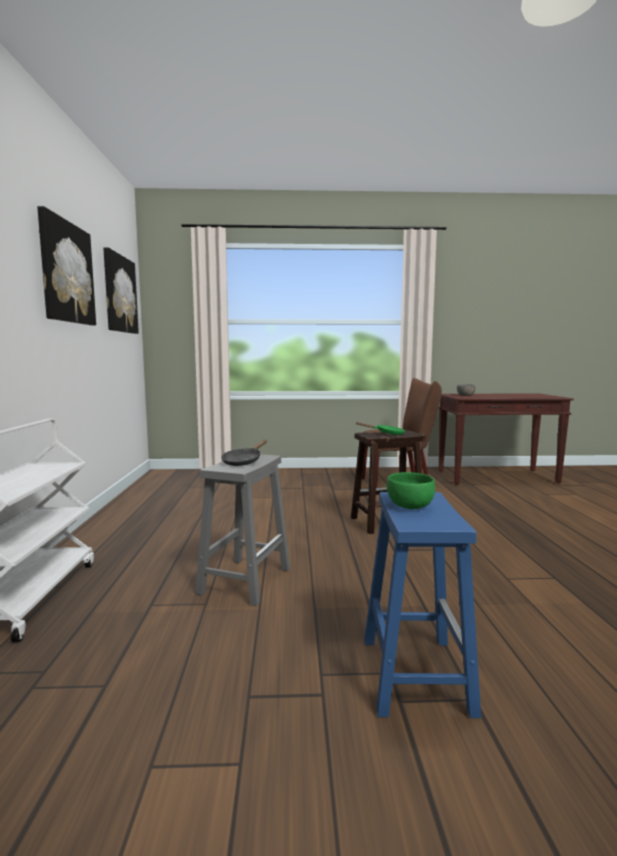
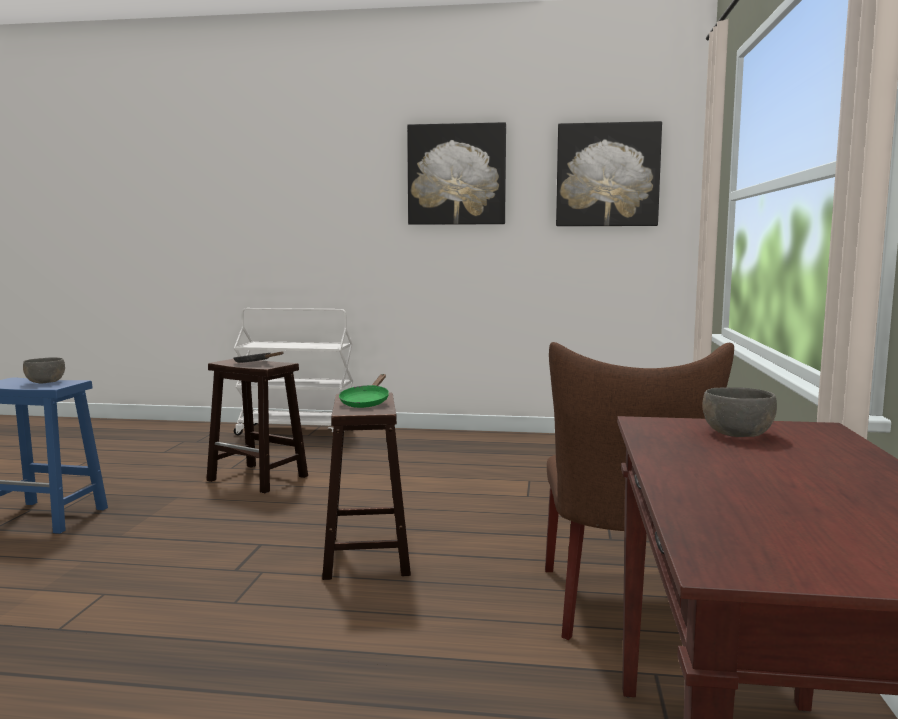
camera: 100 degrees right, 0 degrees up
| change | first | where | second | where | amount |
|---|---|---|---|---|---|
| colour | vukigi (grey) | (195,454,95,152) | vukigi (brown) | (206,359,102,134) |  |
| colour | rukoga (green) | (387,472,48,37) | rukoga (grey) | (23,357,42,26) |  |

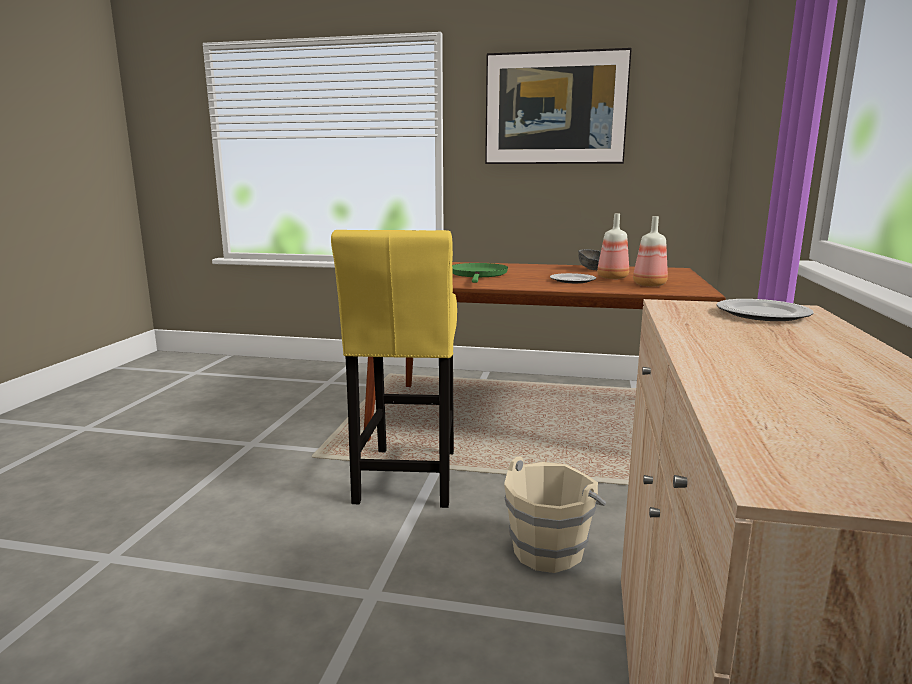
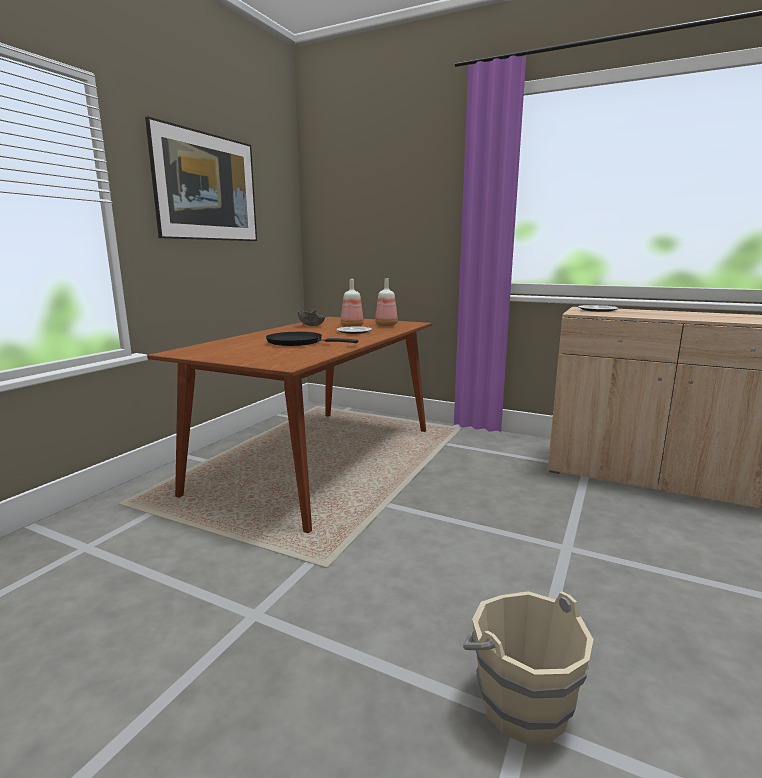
camera: 75 degrees left, 0 degrees up
| change | first | where | second | where | amount |
|---|---|---|---|---|---|
| missing | vukigi (yellow) | (331,230,126,278) |  |  |  |
| colour | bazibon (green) | (452,263,56,20) | bazibon (black) | (266,332,92,14) |  |
| relocated | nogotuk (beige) | (504,456,102,117) |  | (463,591,131,153) |  |

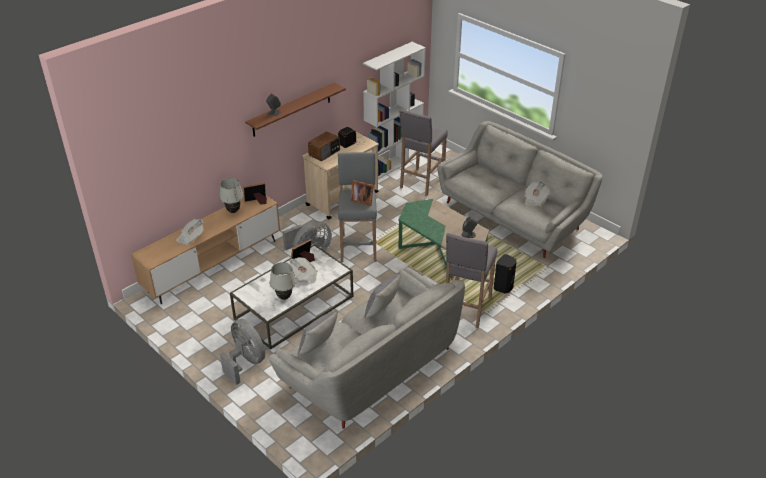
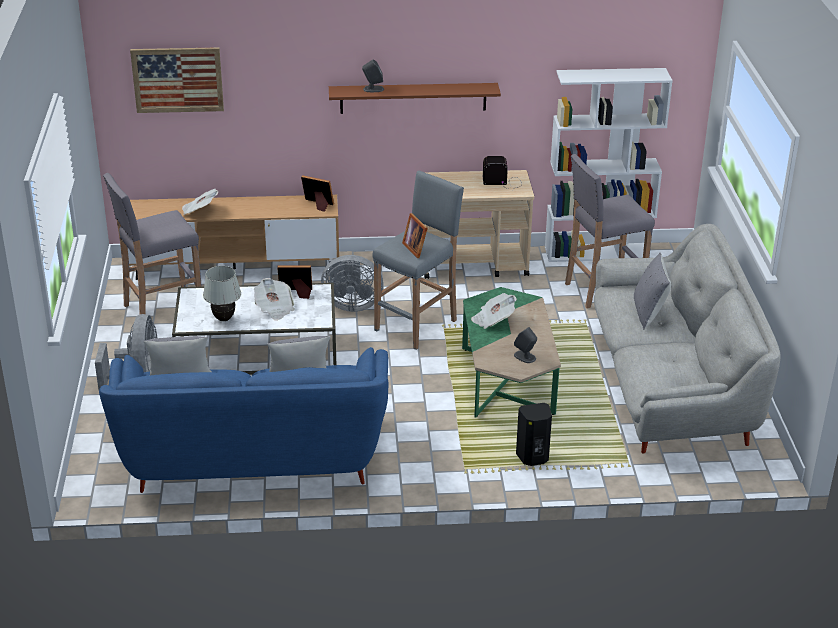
camera: 40 degrees right, 5 degrees down
| change | first | where | second | where | amount |
|---|---|---|---|---|---|
| missing | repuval | (308,131,32,30) |  |  |  |
| missing | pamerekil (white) | (219,178,25,35) |  |  |  |
| relocated | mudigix | (524,181,26,25) |  | (471,293,46,36) |  |
| relocated | vukigi (grey) | (446,233,52,95) |  | (103,173,99,142) |  |
| colour | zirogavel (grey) | (268,267,197,162) | zirogavel (blue) | (99,347,290,146) |  |
| appeared |  |  | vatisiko | (130,47,94,66) |  |
| appeared |  |  | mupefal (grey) | (634,253,37,77) |  |

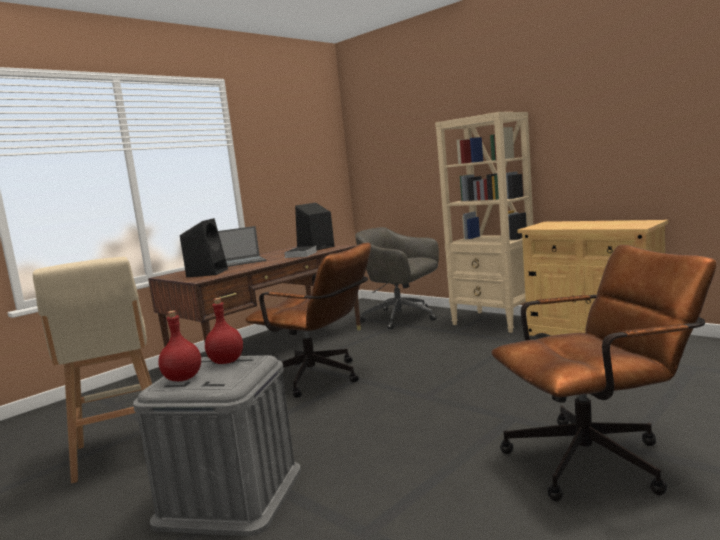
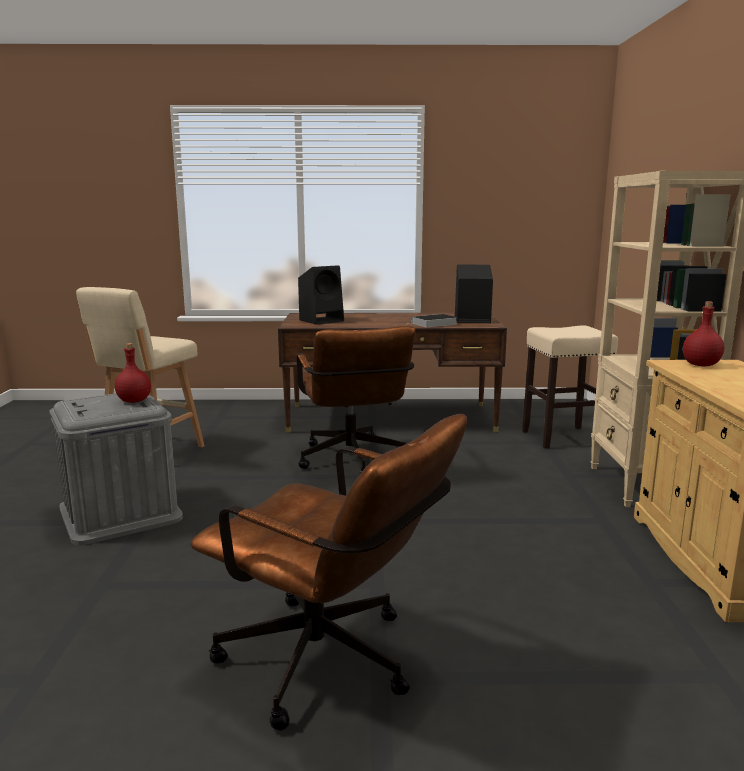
camera: 45 degrees right, 5 degrees up
| change | first | where | second | where | amount |
|---|---|---|---|---|---|
| missing | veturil | (218,226,48,41) |  |  |  |
| exchanged | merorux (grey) | (355,227,84,102) | vukigi (beige) | (522,326,96,123) |  |
| relocated | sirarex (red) | (158,311,43,70) |  | (683,301,41,65) |  |

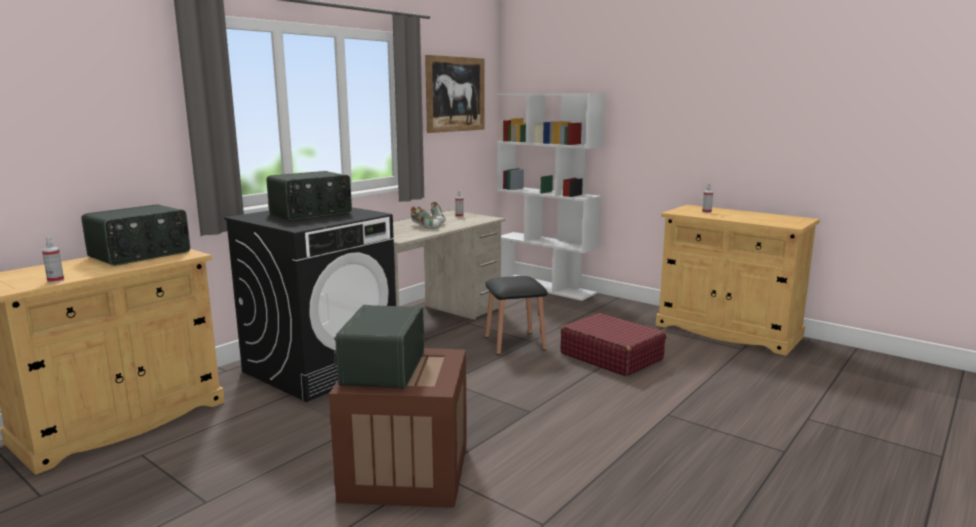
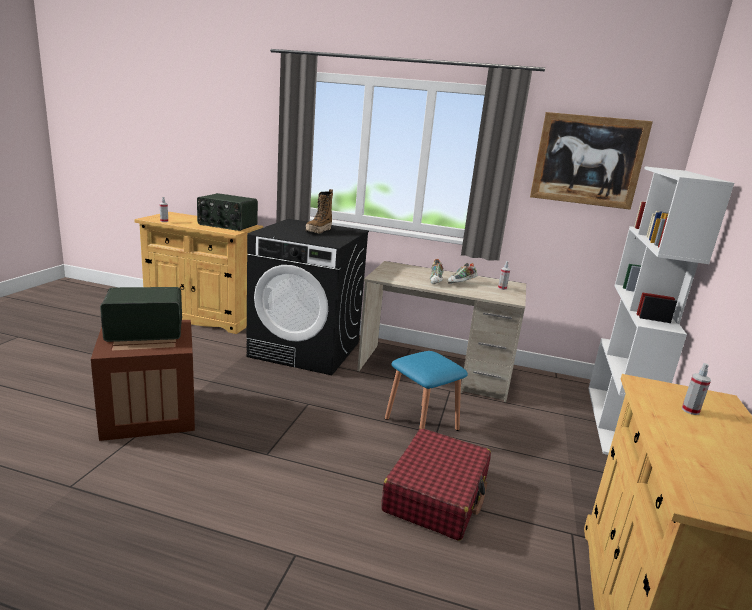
camera: 65 degrees right, 5 degrees up
| change | first | where | second | where | amount |
|---|---|---|---|---|---|
| exchanged | repuval | (267,171,85,49) | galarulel | (306,189,27,45) |  |
| colour | vukigi (black) | (485,276,62,79) | vukigi (blue) | (385,351,83,80) |  |

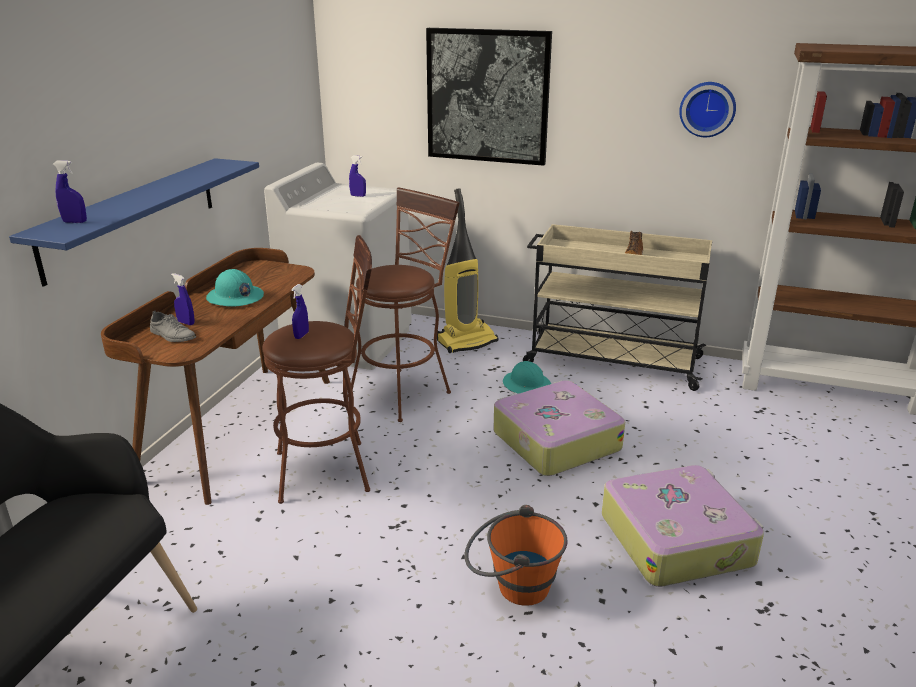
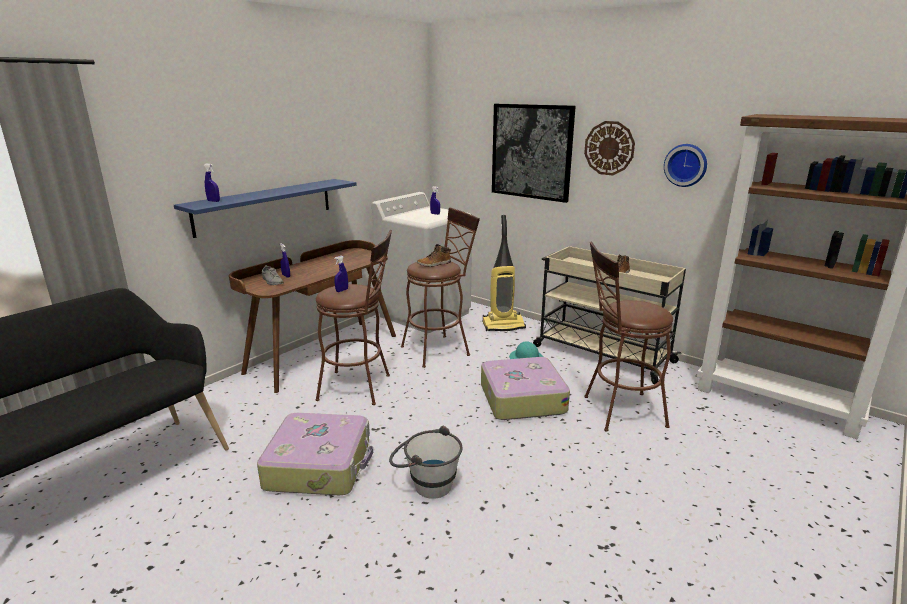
camera: 20 degrees right, 5 degrees down
| change | first | where | second | where | amount |
|---|---|---|---|---|---|
| missing | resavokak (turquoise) | (206,269,58,38) |  |  |  |
| relocated | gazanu | (602,465,162,122) |  | (257,413,116,82) |  |
| colour | nogotuk (orange) | (464,505,104,101) | nogotuk (white) | (389,426,73,73) |  |
| appeared |  |  | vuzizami | (584,121,51,54) |  |
| appeared |  |  | vukigi (brown) | (584,242,89,190) |  |
| appeared |  |  | galarulel | (417,244,34,23) |  |

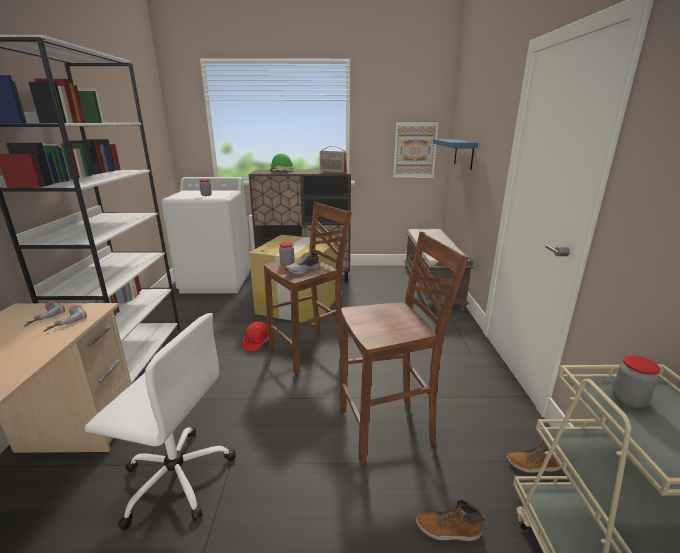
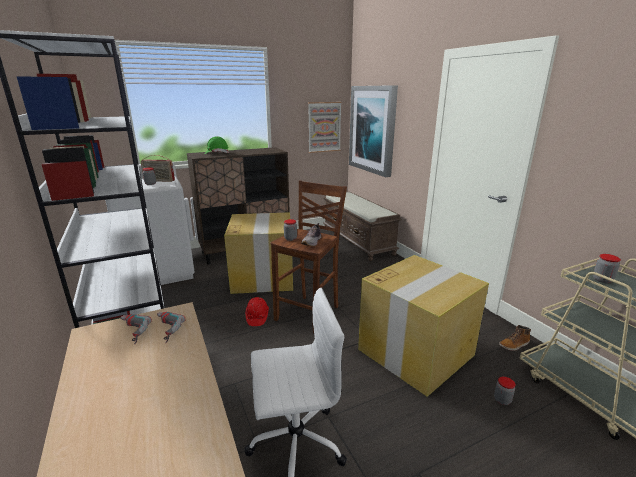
camera: 25 degrees left, 0 degrees up
| change | first | where | second | where | amount |
|---|---|---|---|---|---|
| exchanged | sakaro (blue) | (433,139,45,31) | vatisiko | (349,85,49,92) |  |
| relocated | repuval | (320,146,27,27) |  | (141,155,34,27) |  |
| exchanged | vukigi (brown) | (339,232,130,232) | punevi | (358,255,131,142) |  |
| exchanged | galarulel | (416,500,69,41) | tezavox | (494,377,22,28) |  |

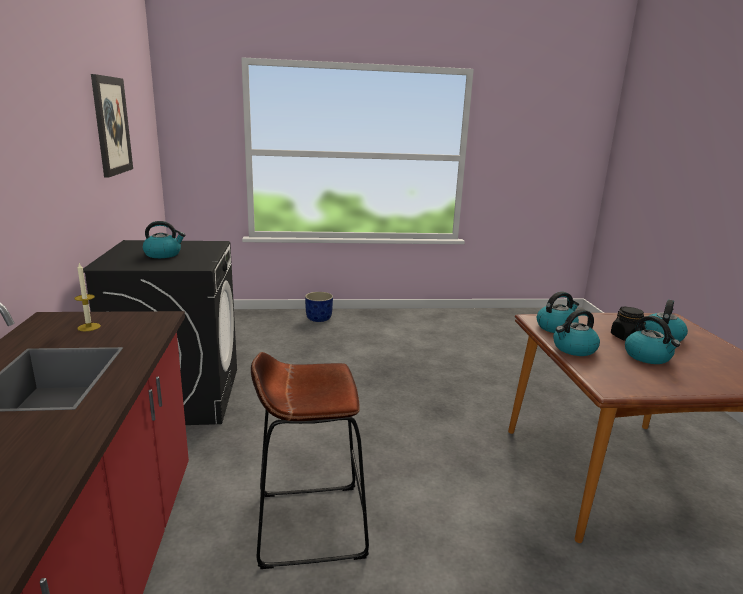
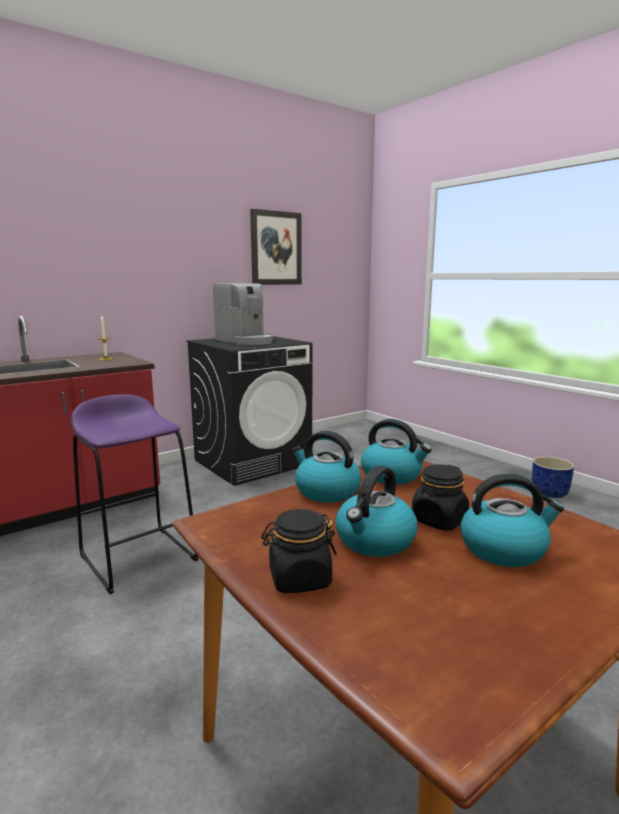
camera: 60 degrees right, 5 degrees down
| change | first | where | second | where | amount |
|---|---|---|---|---|---|
| exchanged | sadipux | (142,221,43,37) | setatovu | (213,283,61,62) |  |
| relocated | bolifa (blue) | (305,292,28,30) |  | (532,457,42,41) |  |
| colour | vukigi (brown) | (251,352,118,217) | vukigi (purple) | (71,394,128,200) |  |
| appeared |  |  | tezavox (black) | (261,509,76,84) |  |

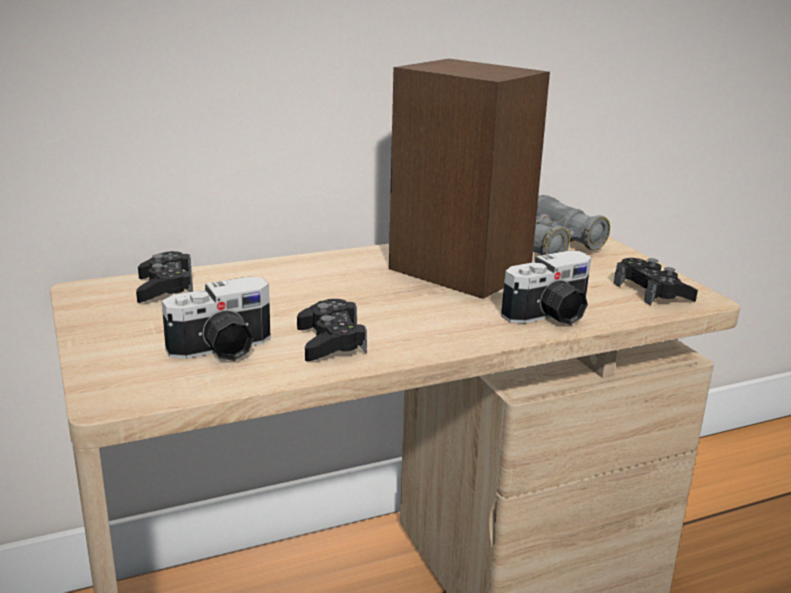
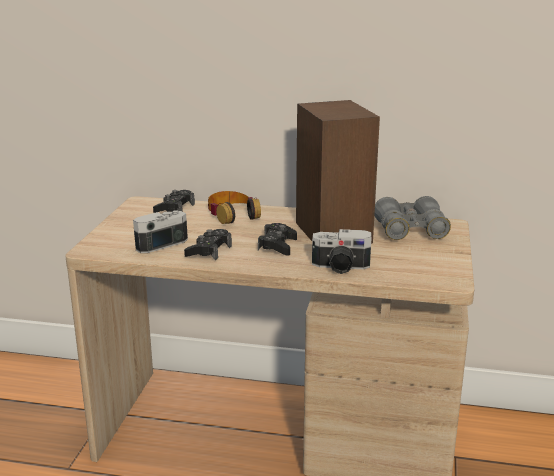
camera: 35 degrees right, 0 degrees up
| change | first | where | second | where | amount |
|---|---|---|---|---|---|
| relocated | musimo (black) | (614,258,84,47) |  | (258,223,39,33) |  |
| spun | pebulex | (162,276,108,85) |  | (133,210,55,43) | 135 degrees clockwise |
| appeared |  |  | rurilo | (208,191,53,33) |  |

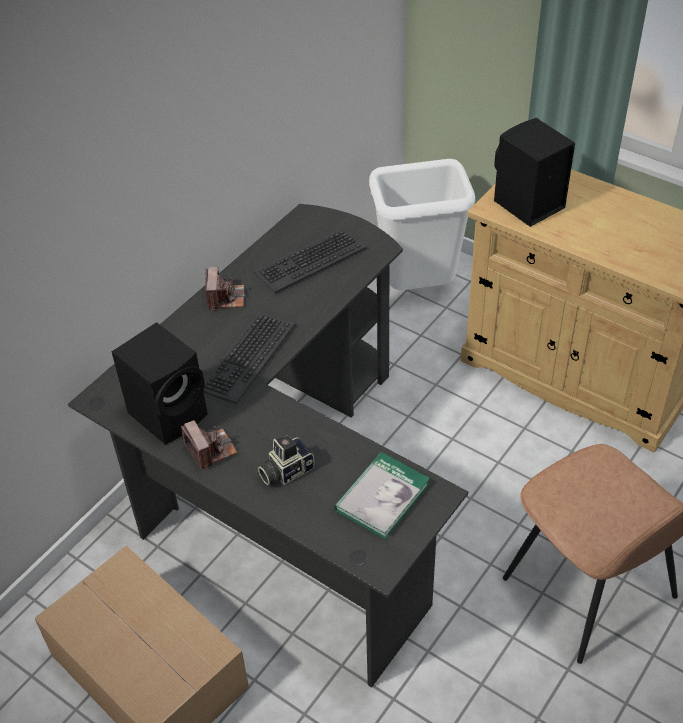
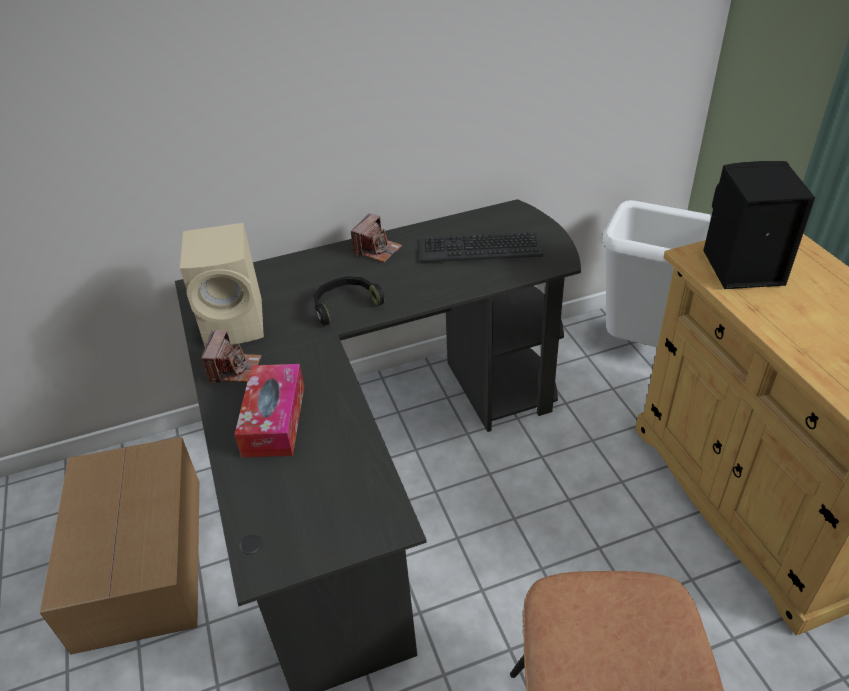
camera: 35 degrees right, 5 degrees down
| change | first | where | second | where | amount |
|---|---|---|---|---|---|
| exchanged | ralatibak | (203,312,93,92) | rurilo (black) | (313,276,72,50) |  |
| colour | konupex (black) | (112,322,96,123) | konupex (beige) | (180,223,84,123) |  |
| exchanged | pebulex | (258,434,56,51) | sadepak | (234,364,70,93) |  |
| missing | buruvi | (334,452,96,87) |  |  |  |

